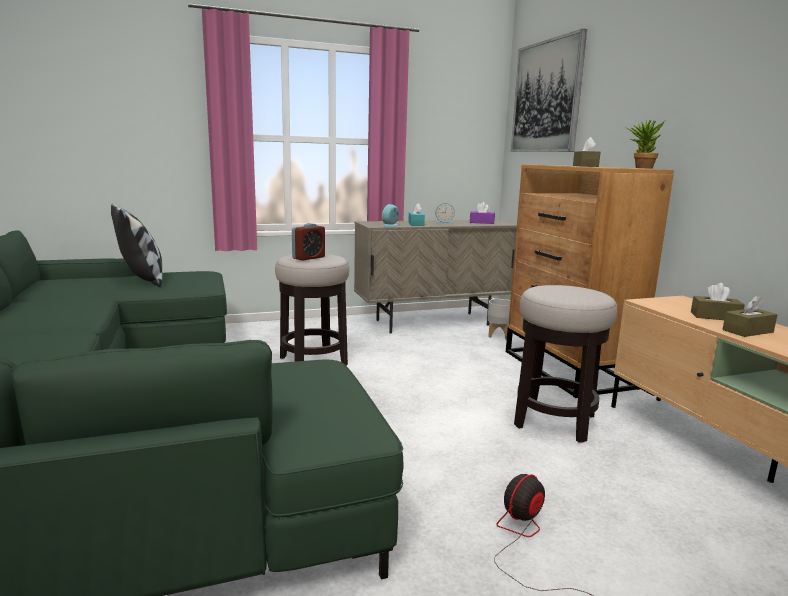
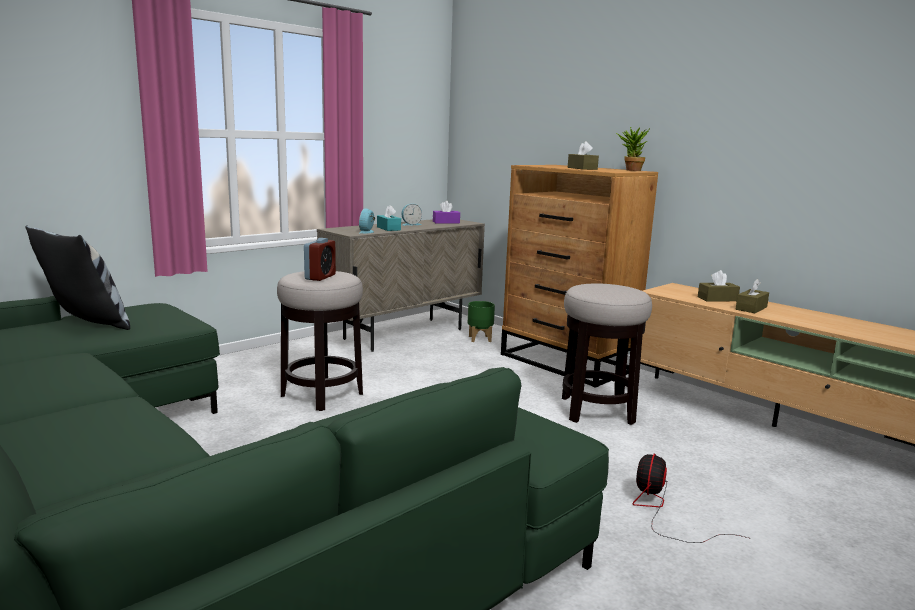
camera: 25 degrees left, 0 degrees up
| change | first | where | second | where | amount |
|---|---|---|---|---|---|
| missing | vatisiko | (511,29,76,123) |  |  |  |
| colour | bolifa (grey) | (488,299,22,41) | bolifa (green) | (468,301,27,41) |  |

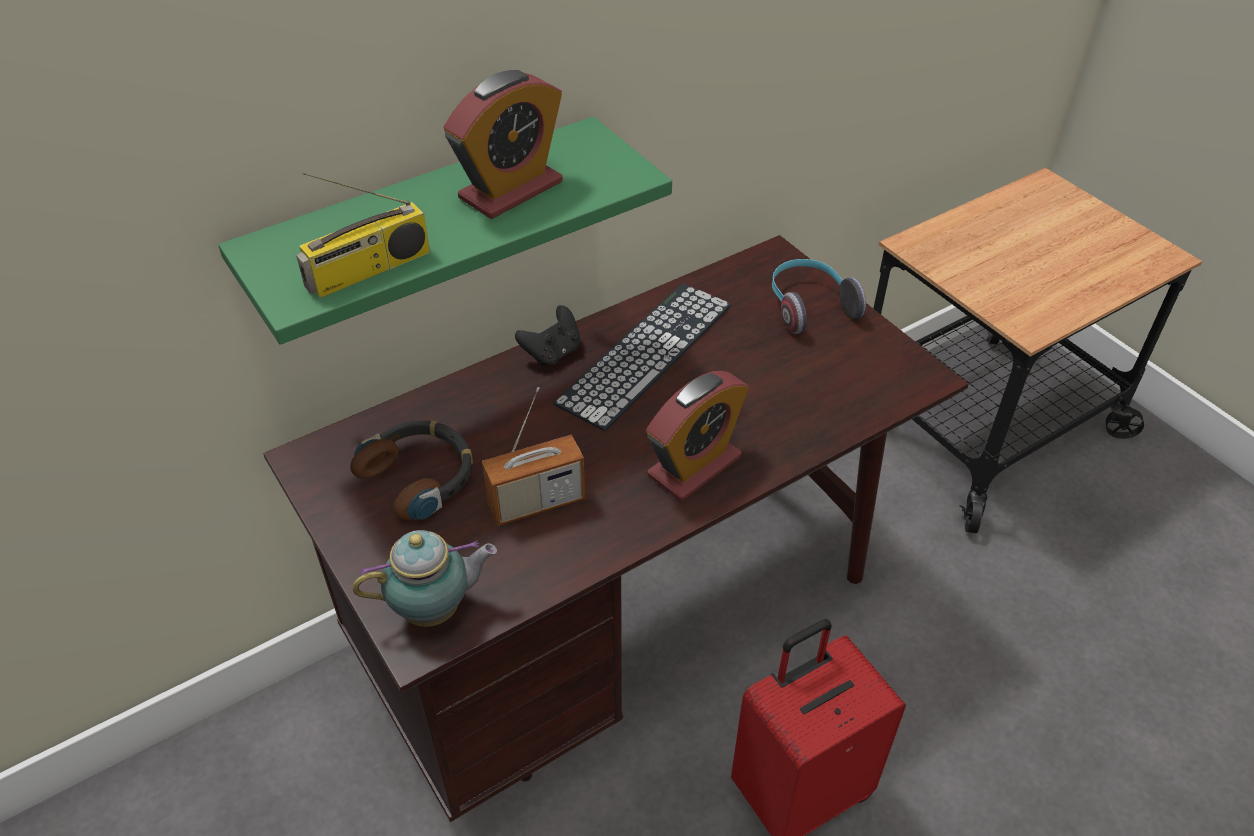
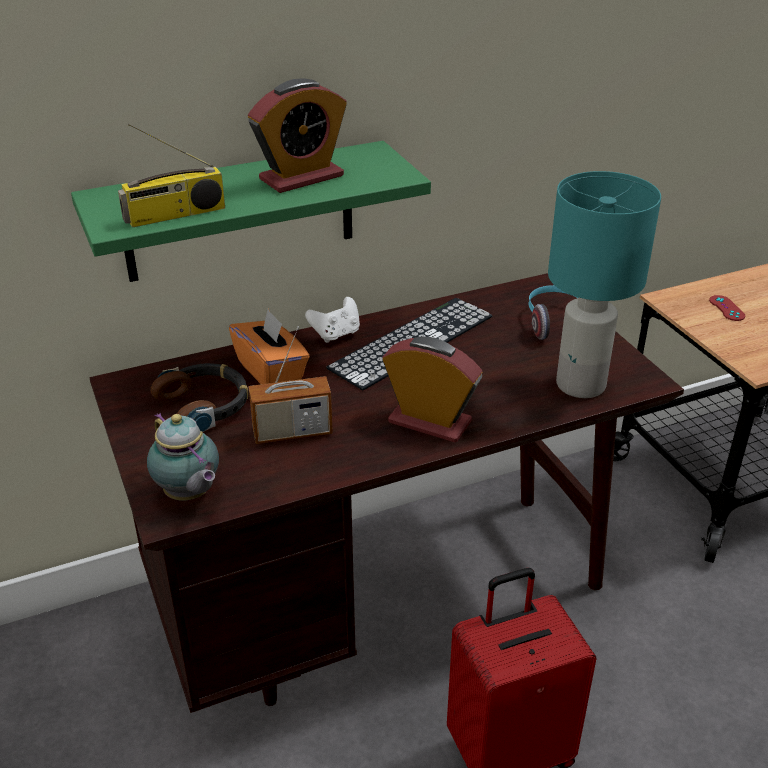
camera: 10 degrees right, 10 degrees down
| change | first | where | second | where | amount |
|---|---|---|---|---|---|
| colour | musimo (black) | (515,305,65,62) | musimo (white) | (305,297,55,46) |  |
| spun | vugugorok | (646,371,103,130) |  | (382,337,100,106) | 120 degrees counterclockwise |
| spun | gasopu | (353,530,144,97) |  | (147,413,72,88) | 60 degrees clockwise |
| appeared |  |  | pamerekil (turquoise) | (548,171,113,227) |  |
| appeared |  |  | musimo (red) | (709,295,36,26) |  |
| appeared |  |  | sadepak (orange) | (229,309,81,75) |  |

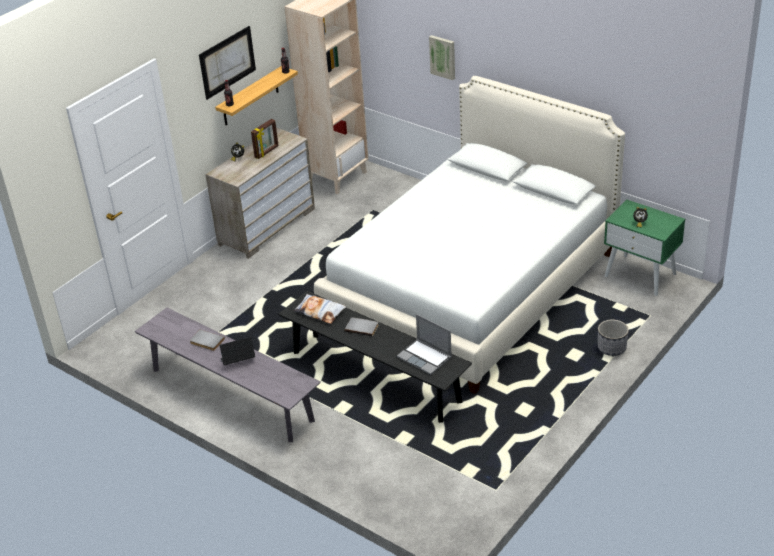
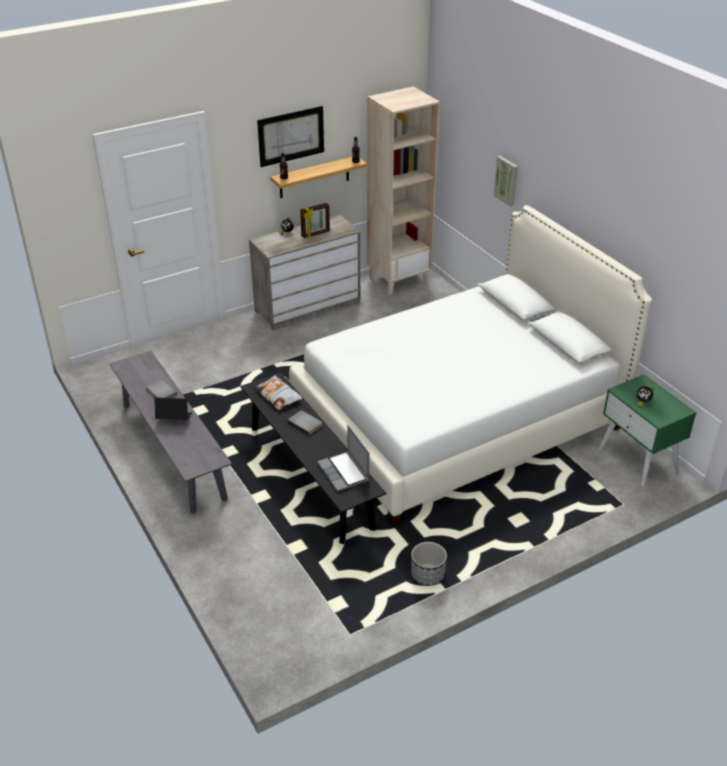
camera: 20 degrees right, 0 degrees up
| change | first | where | second | where | amount |
|---|---|---|---|---|---|
| relocated | bolifa | (598,320,31,36) |  | (411,542,36,44) |  |

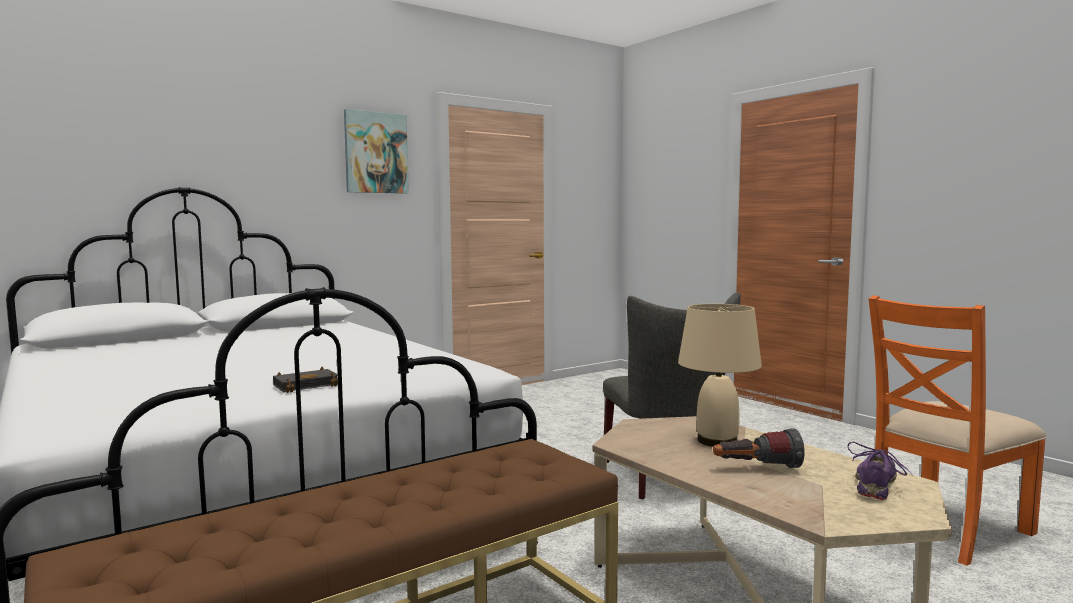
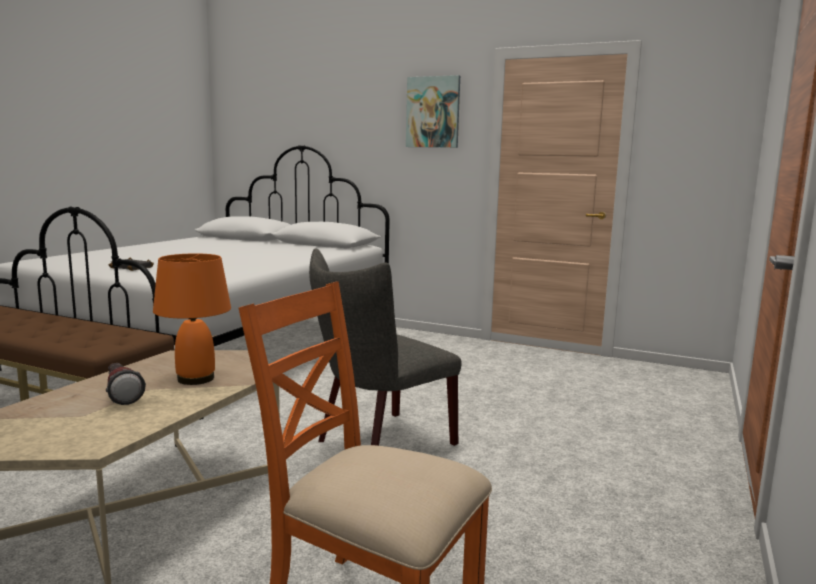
camera: 60 degrees right, 5 degrees up
| change | first | where | second | where | amount |
|---|---|---|---|---|---|
| colour | pamerekil (beige) | (678,304,84,143) | pamerekil (orange) | (153,253,78,132) |  |
| missing | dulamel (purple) | (848,442,64,58) |  |  |  |

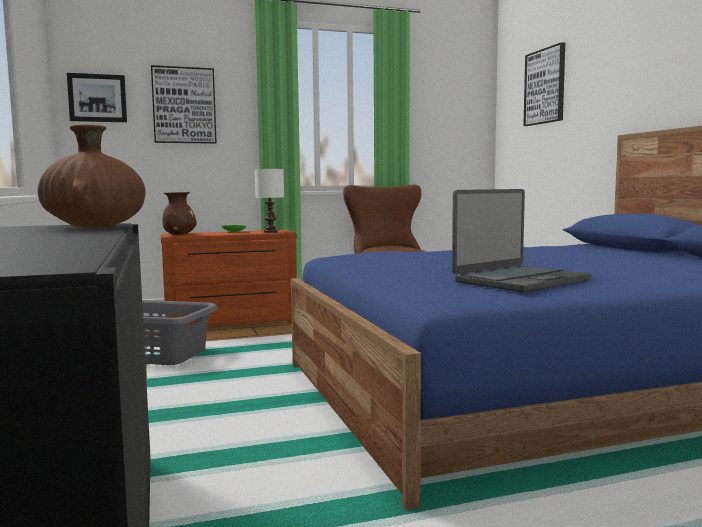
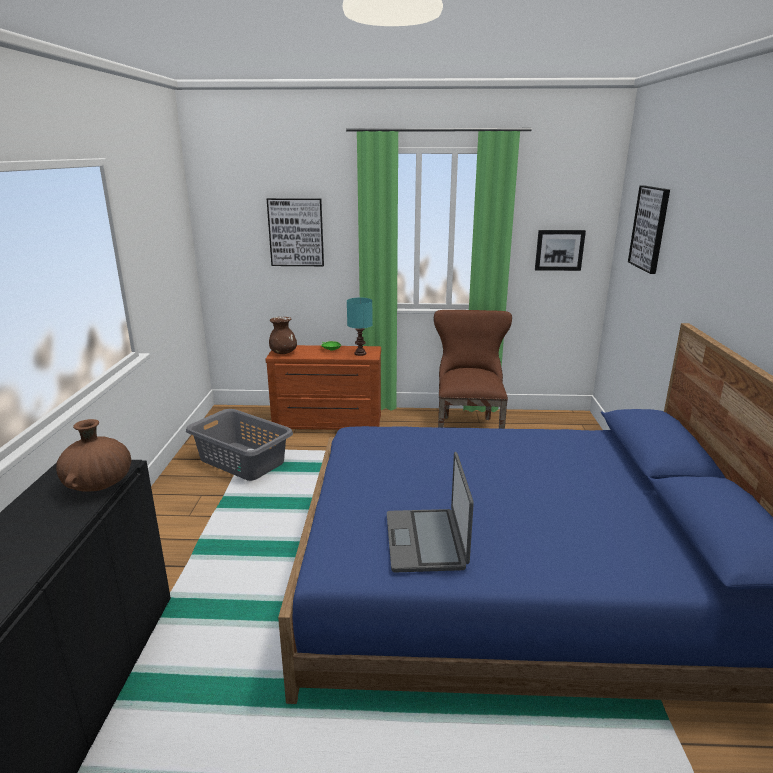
camera: 20 degrees right, 15 degrees up
| change | first | where | second | where | amount |
|---|---|---|---|---|---|
| relocated | vatisiko | (67,73,60,49) |  | (535,230,51,41) |  |
| colour | pamerekil (white) | (255,169,29,63) | pamerekil (turquoise) | (347,298,26,58) |  |
| spun | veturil | (452,189,139,104) |  | (387,452,87,120) | 105 degrees clockwise |

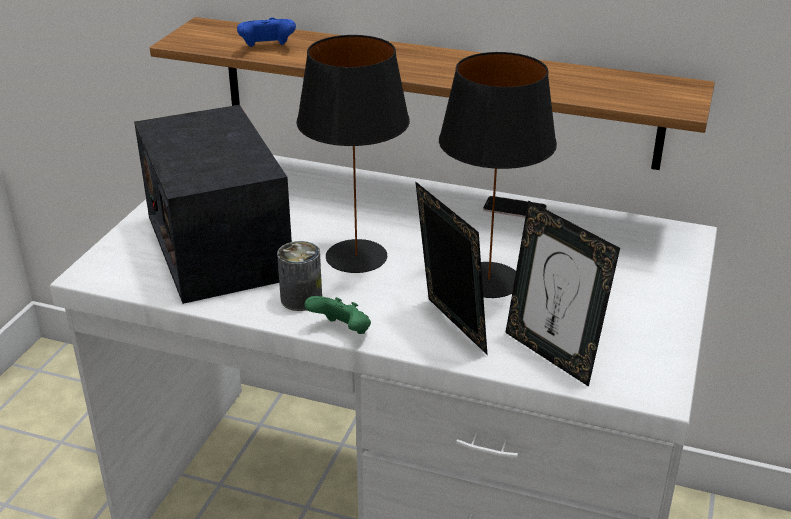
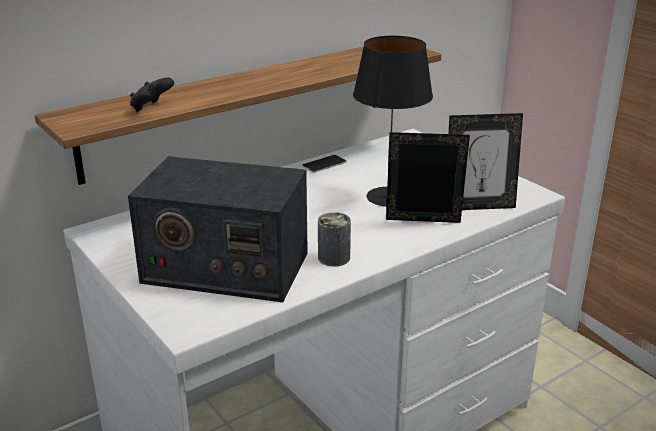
camera: 55 degrees left, 5 degrees down
| change | first | where | second | where | amount |
|---|---|---|---|---|---|
| colour | musimo (blue) | (237,17,59,30) | musimo (black) | (130,77,44,35) |  |
| missing | pamerekil (black) | (296,35,114,238) |  |  |  |
| missing | musimo (green) | (304,296,67,38) |  |  |  |

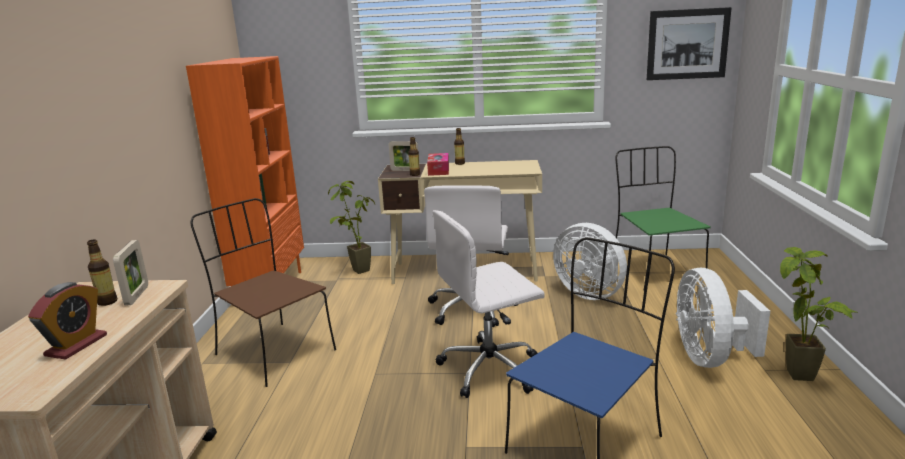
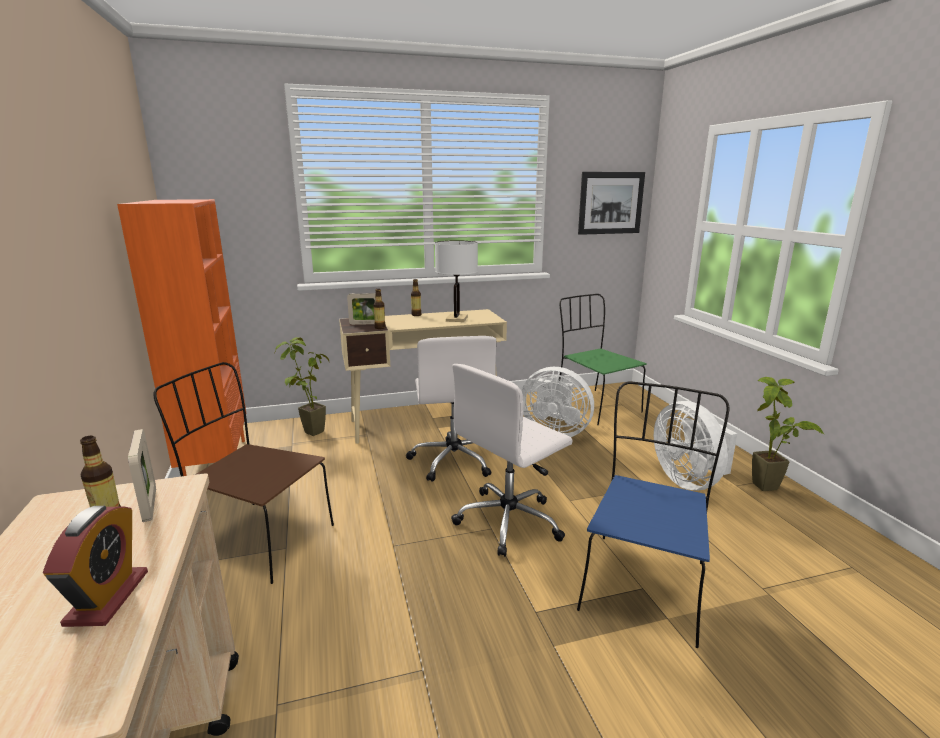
camera: 20 degrees left, 0 degrees up
| change | first | where | second | where | amount |
|---|---|---|---|---|---|
| missing | sadepak | (427,153,22,23) |  |  |  |
| appeared |  |  | pamerekil (white) | (435,240,43,82) |  |

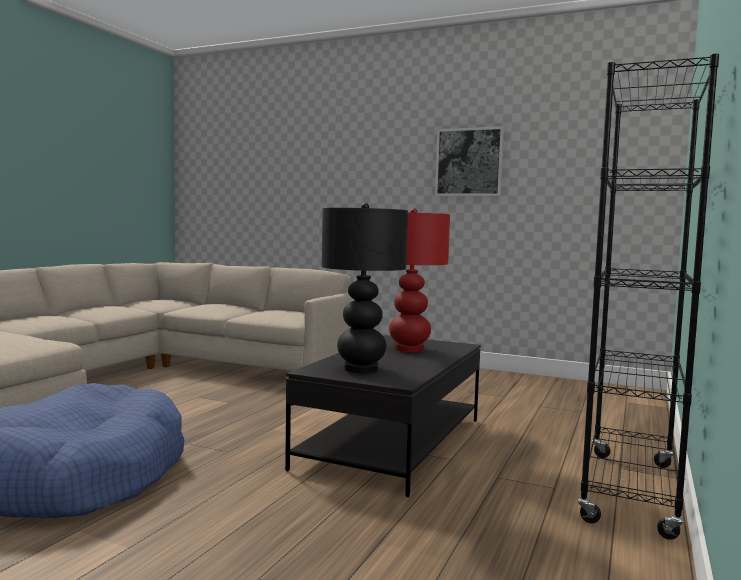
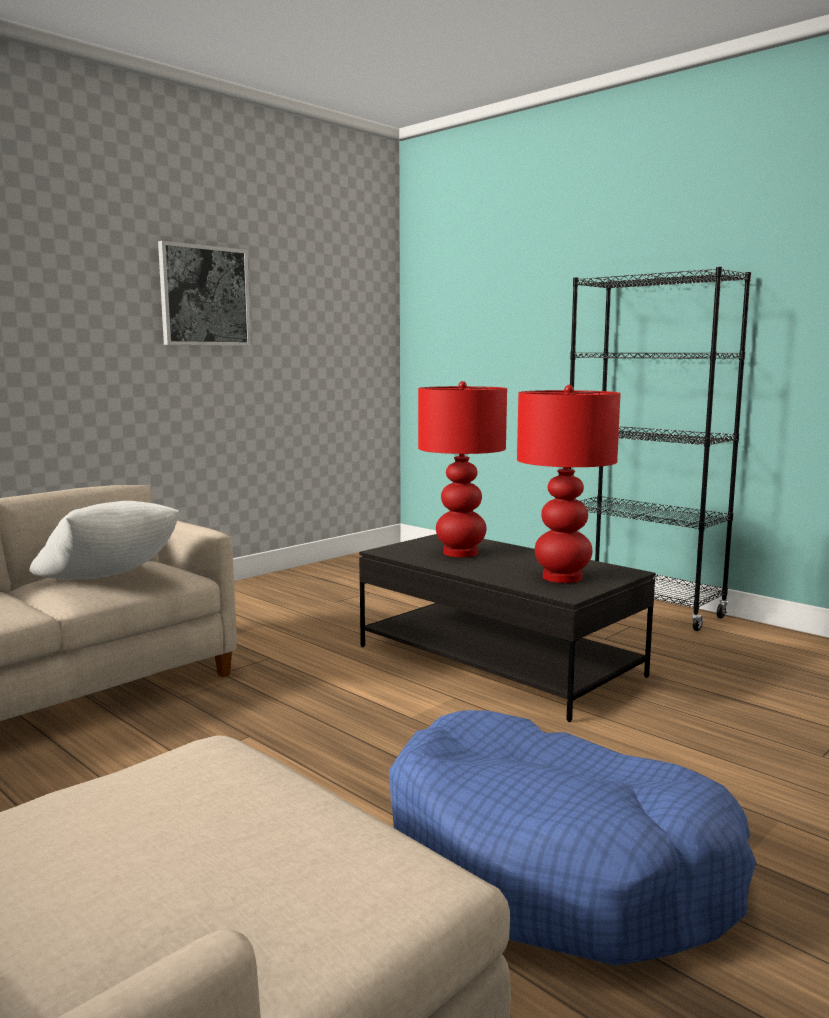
camera: 70 degrees left, 5 degrees up
| change | first | where | second | where | amount |
|---|---|---|---|---|---|
| colour | pamerekil (black) | (322,203,86,170) | pamerekil (red) | (517,385,104,198) |  |
| appeared |  |  | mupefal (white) | (29,501,151,79) |  |

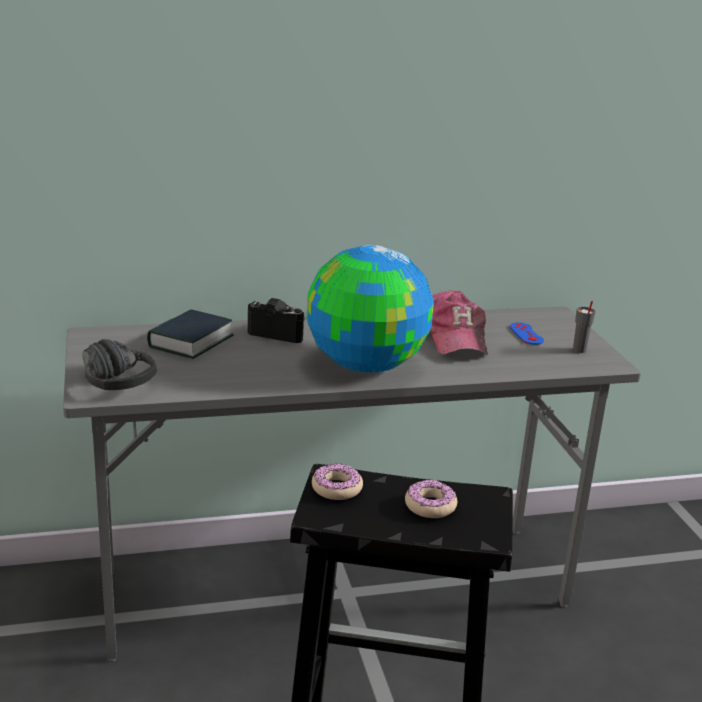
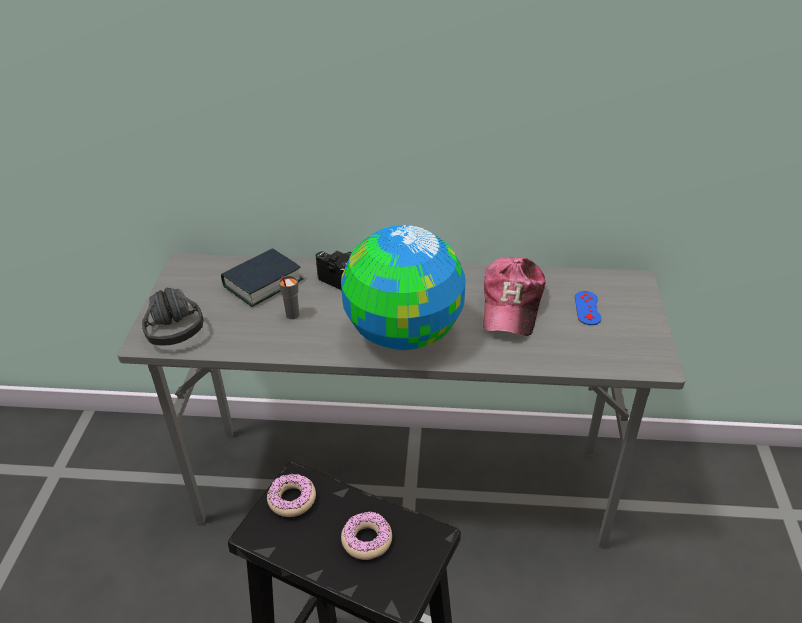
camera: 20 degrees right, 15 degrees up
| change | first | where | second | where | amount |
|---|---|---|---|---|---|
| relocated | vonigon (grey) | (573,301,23,52) |  | (279,276,20,43) |  |

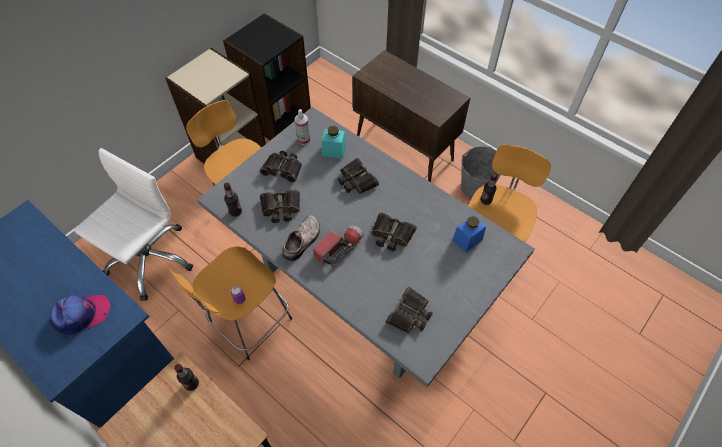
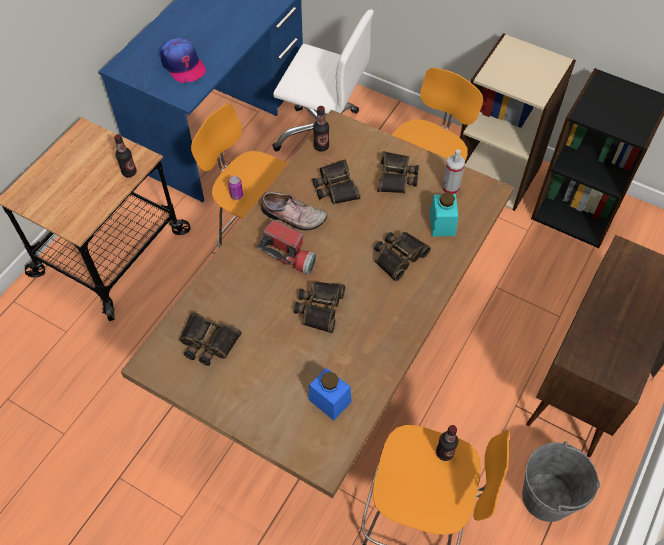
camera: 80 degrees right, 0 degrees up
| change | first | where | second | where | amount |
|---|---|---|---|---|---|
| colour | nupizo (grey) | (197,107,337,280) | nupizo (brown) | (121,110,393,388) |  |

